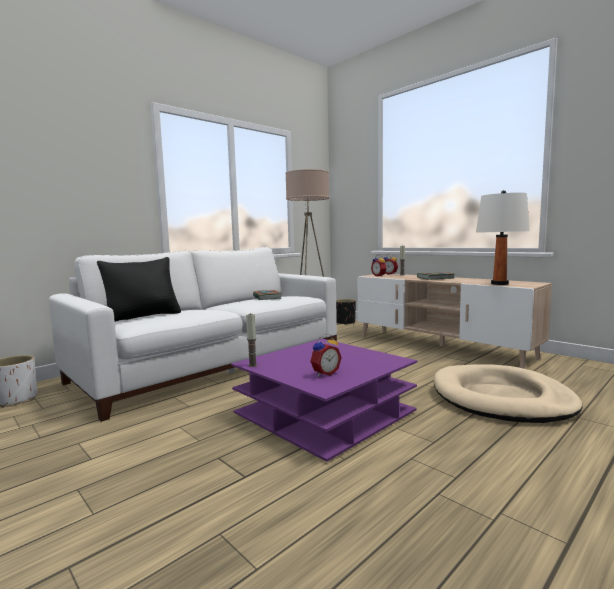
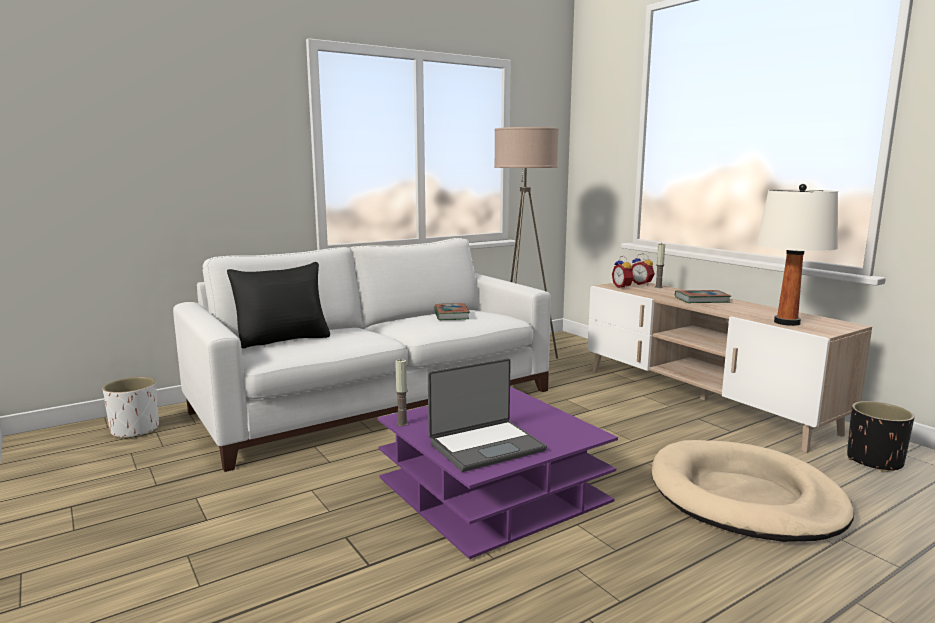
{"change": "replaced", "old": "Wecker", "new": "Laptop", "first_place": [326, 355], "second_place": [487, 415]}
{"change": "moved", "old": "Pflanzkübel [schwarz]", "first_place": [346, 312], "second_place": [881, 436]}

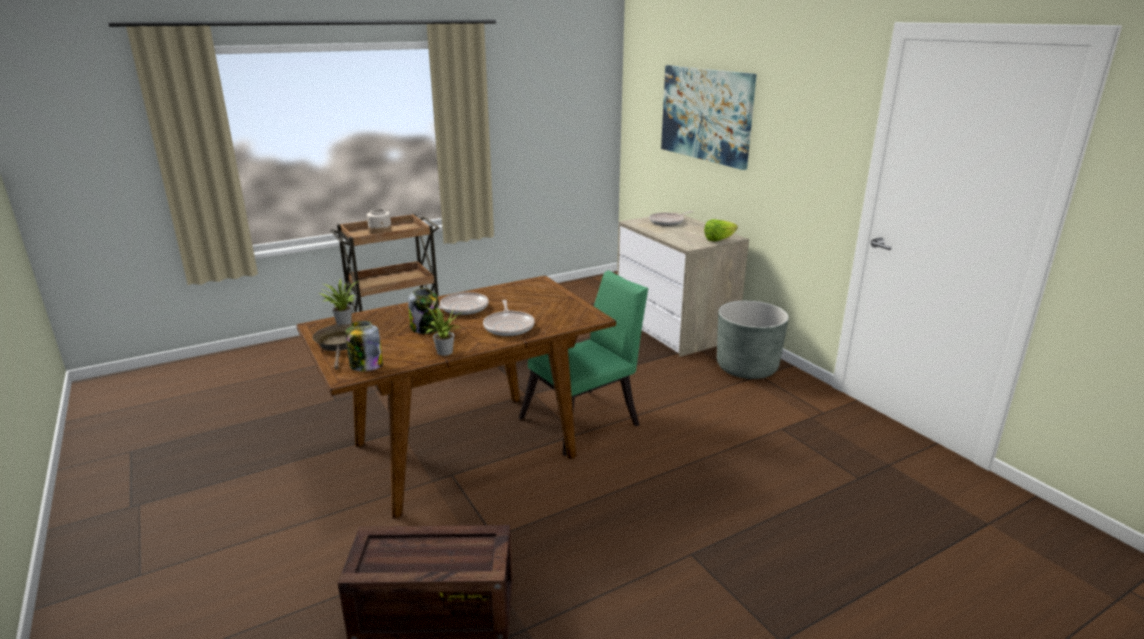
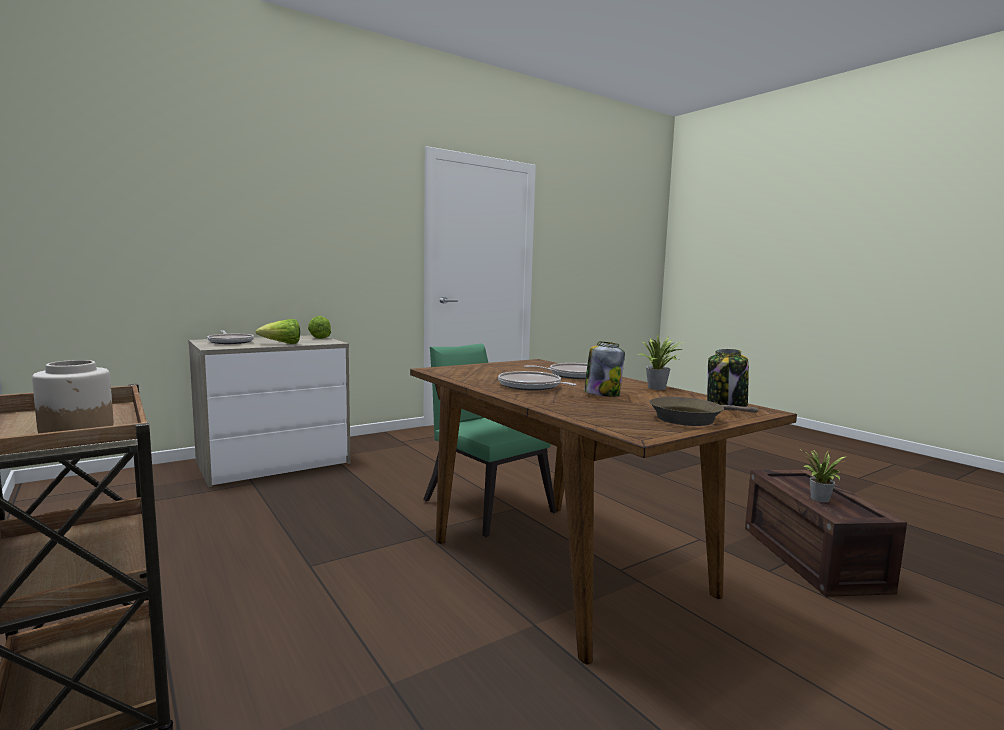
{"change": "added", "new": "Salatkopf", "second_place": [278, 331]}
{"change": "moved", "old": "Topfpflanze", "first_place": [339, 302], "second_place": [823, 475]}
{"change": "removed", "old": "Bild", "first_place": [709, 117]}
{"change": "removed", "old": "Pflanzkübel [grau]", "first_place": [753, 340]}

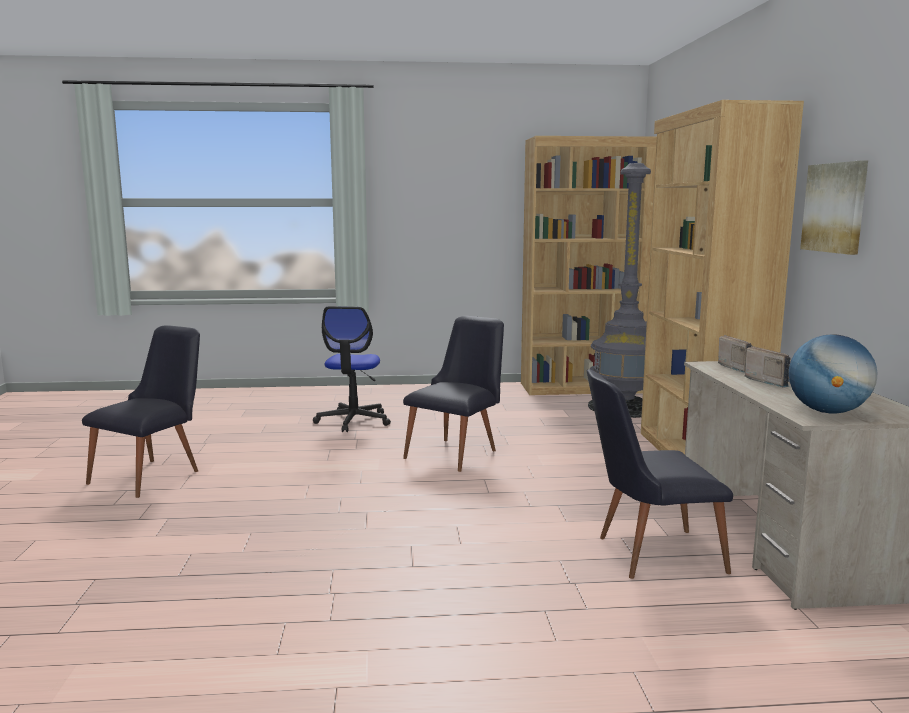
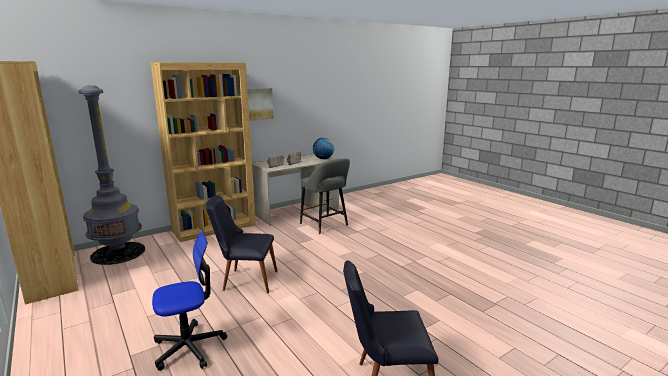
{"change": "replaced", "old": "Stuhl [schwarz]", "new": "Hocker [grau]", "first_place": [660, 474], "second_place": [325, 196]}

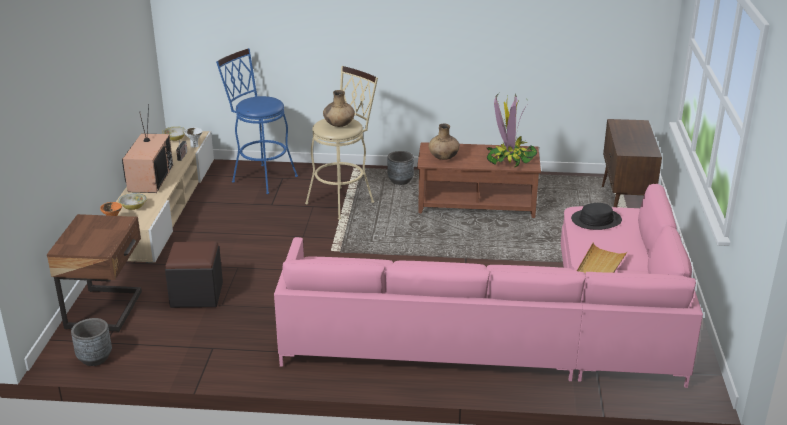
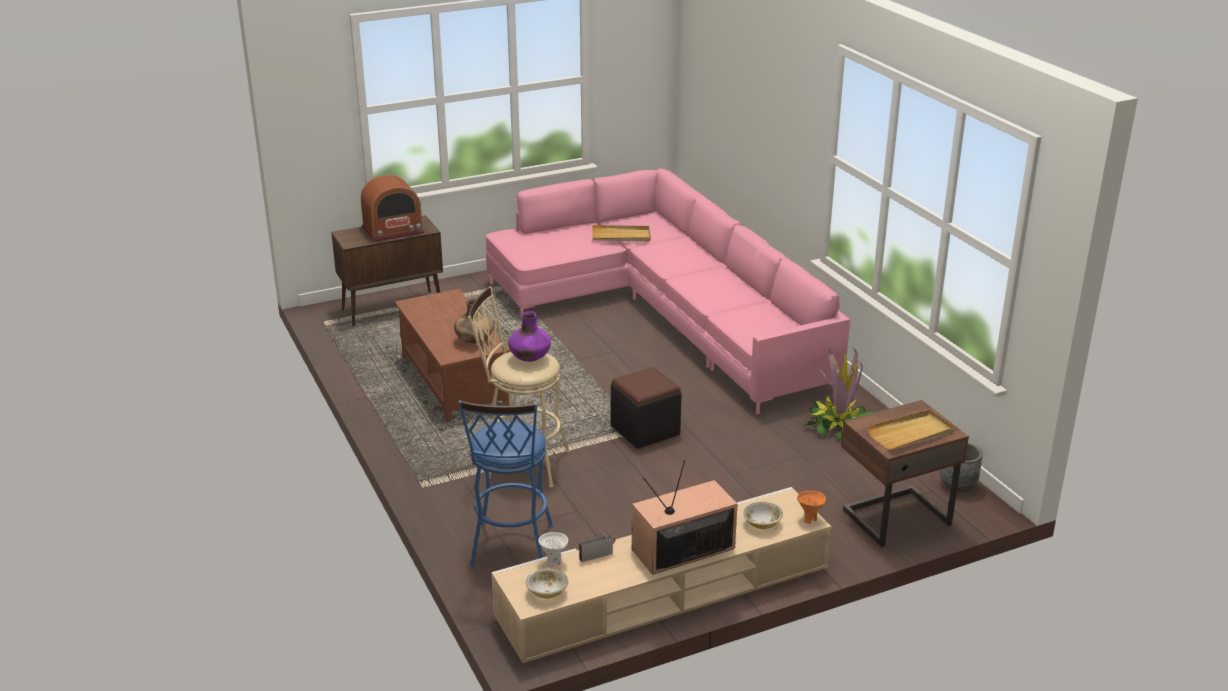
{"change": "added", "new": "Radio", "second_place": [393, 208]}
{"change": "recoloured", "old": "Vase [braun]", "new": "Vase [lila]", "first_place": [339, 108], "second_place": [529, 336]}
{"change": "moved", "old": "Polsterhocker [schwarz]", "first_place": [194, 274], "second_place": [646, 408]}
{"change": "moved", "old": "Topfpflanze", "first_place": [512, 130], "second_place": [839, 393]}
{"change": "added", "new": "Tablett [beige]", "second_place": [910, 430]}
{"change": "removed", "old": "Pflanzkübel [grau]", "first_place": [400, 168]}
{"change": "removed", "old": "Hut [schwarz]", "first_place": [596, 216]}

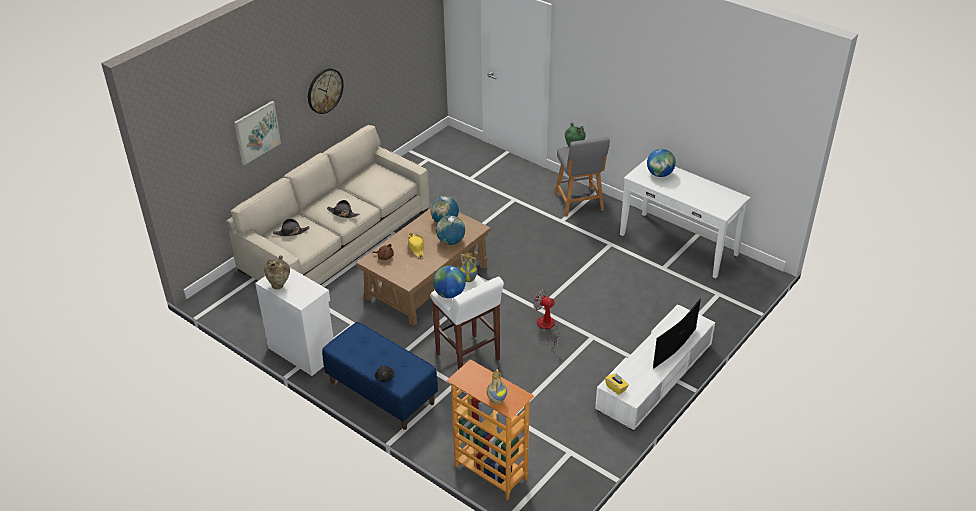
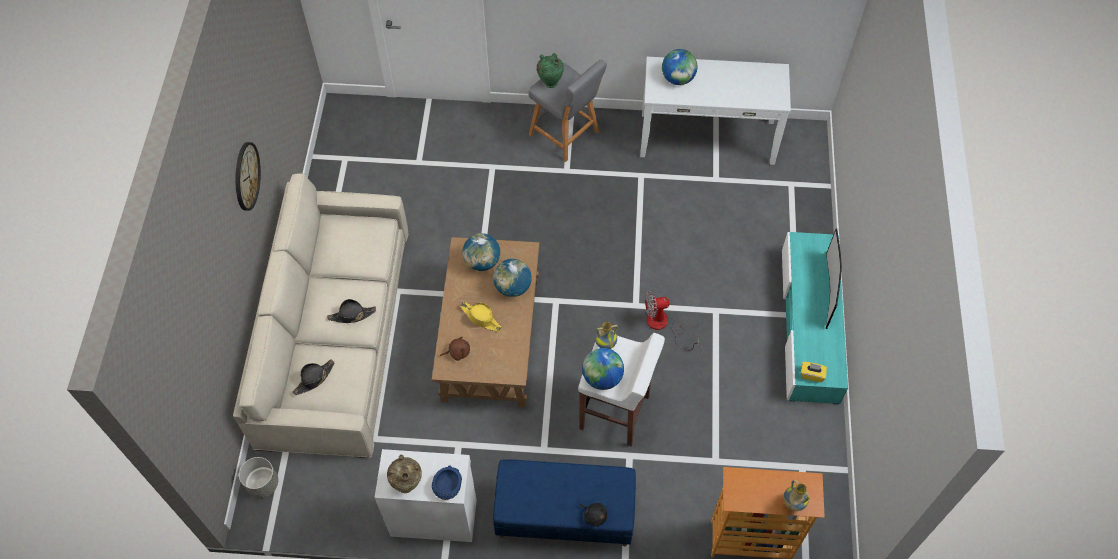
{"change": "added", "new": "Pflanzkübel [grau]", "second_place": [258, 477]}
{"change": "added", "new": "Schüssel [blau]", "second_place": [447, 483]}
{"change": "recoloured", "old": "Fernsehschrank [weiß]", "new": "Fernsehschrank [türkis]", "first_place": [655, 367], "second_place": [815, 318]}
{"change": "removed", "old": "Bild", "first_place": [257, 133]}

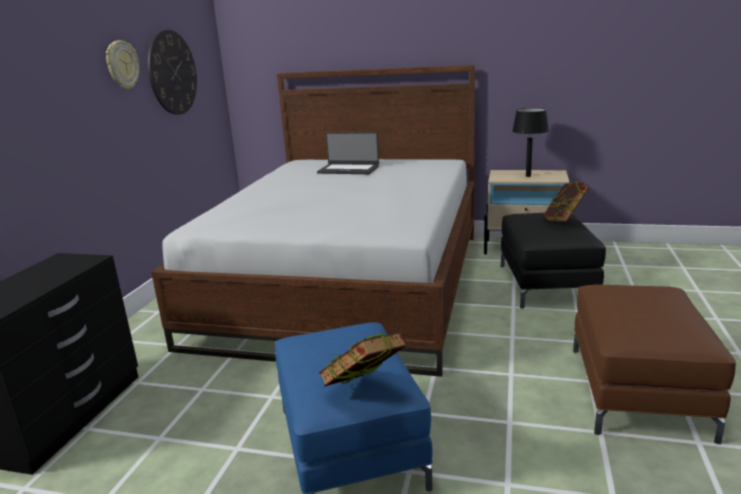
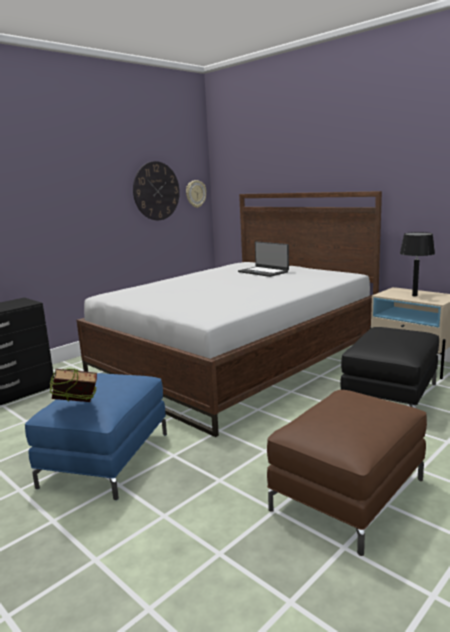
{"change": "moved", "old": "Wanduhr", "first_place": [122, 64], "second_place": [196, 194]}
{"change": "removed", "old": "Buch", "first_place": [566, 201]}

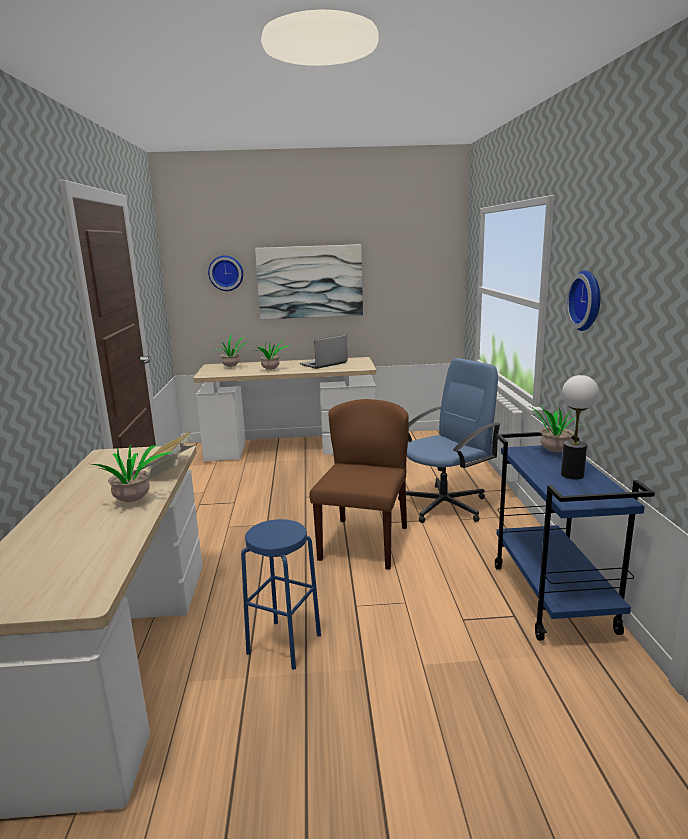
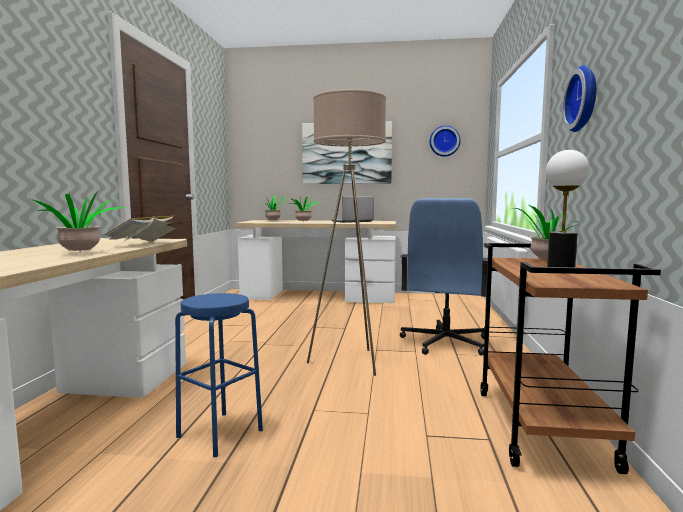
{"change": "replaced", "old": "Stuhl [braun]", "new": "Stehlampe [beige]", "first_place": [359, 484], "second_place": [346, 232]}
{"change": "turned", "old": "Bürostuhl [blau]", "first_place": [449, 440], "second_place": [444, 276], "degrees": 135}
{"change": "moved", "old": "Wanduhr", "first_place": [225, 273], "second_place": [445, 141]}
{"change": "recoloured", "old": "Rollwagen [blau]", "new": "Rollwagen [braun]", "first_place": [575, 536], "second_place": [570, 358]}

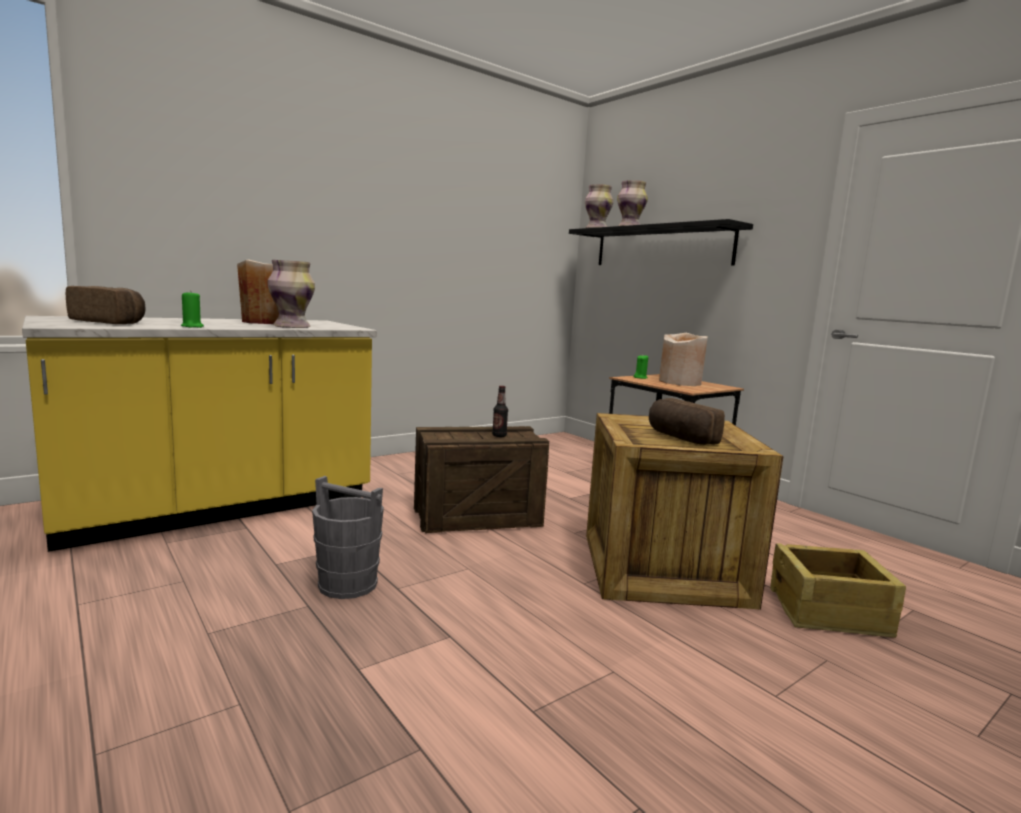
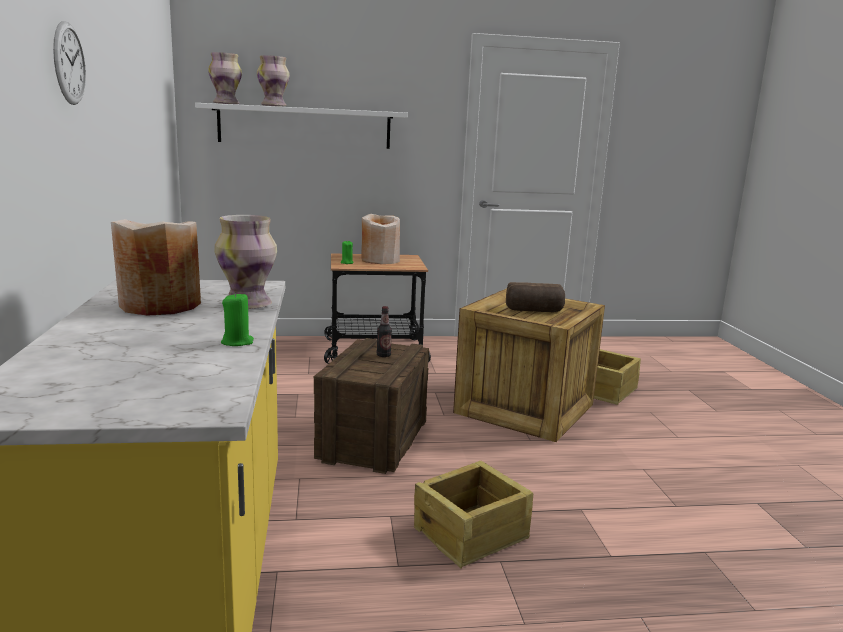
{"change": "added", "new": "Wanduhr", "second_place": [69, 63]}
{"change": "recoloured", "old": "Wandregal [schwarz]", "new": "Wandregal [weiß]", "first_place": [661, 242], "second_place": [301, 126]}
{"change": "replaced", "old": "Eimer [grau]", "new": "Kiste", "first_place": [348, 537], "second_place": [473, 515]}
{"change": "removed", "old": "Brot", "first_place": [106, 305]}

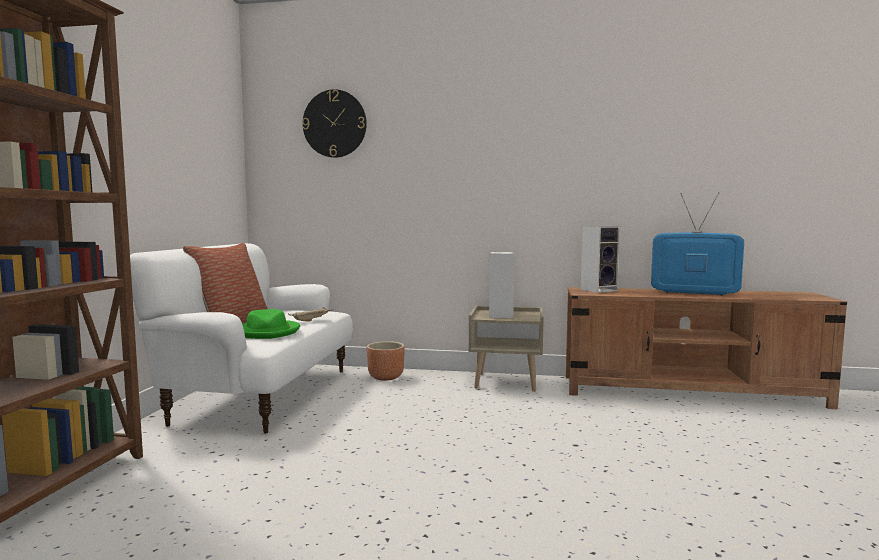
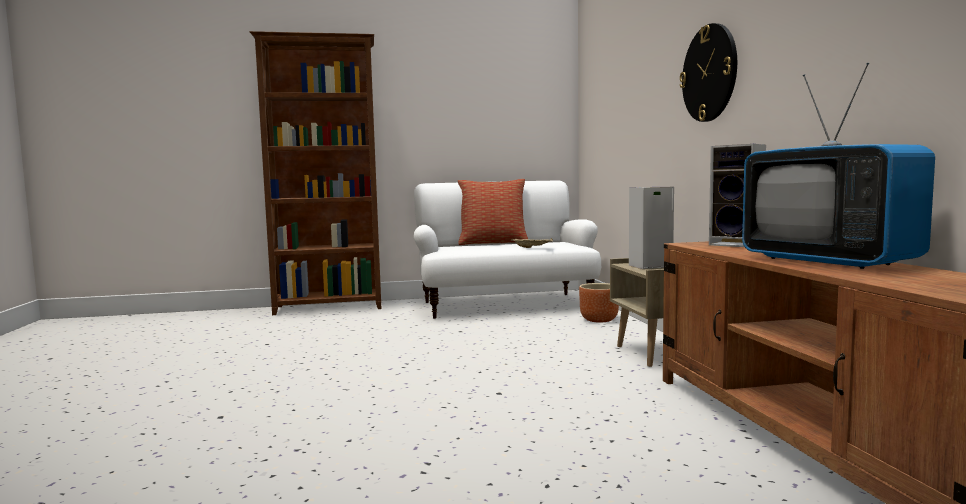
{"change": "moved", "old": "Wanduhr", "first_place": [334, 123], "second_place": [708, 72]}
{"change": "turned", "old": "Fernseher", "first_place": [697, 244], "second_place": [838, 166], "degrees": 150}
{"change": "removed", "old": "Hut [grün]", "first_place": [271, 324]}

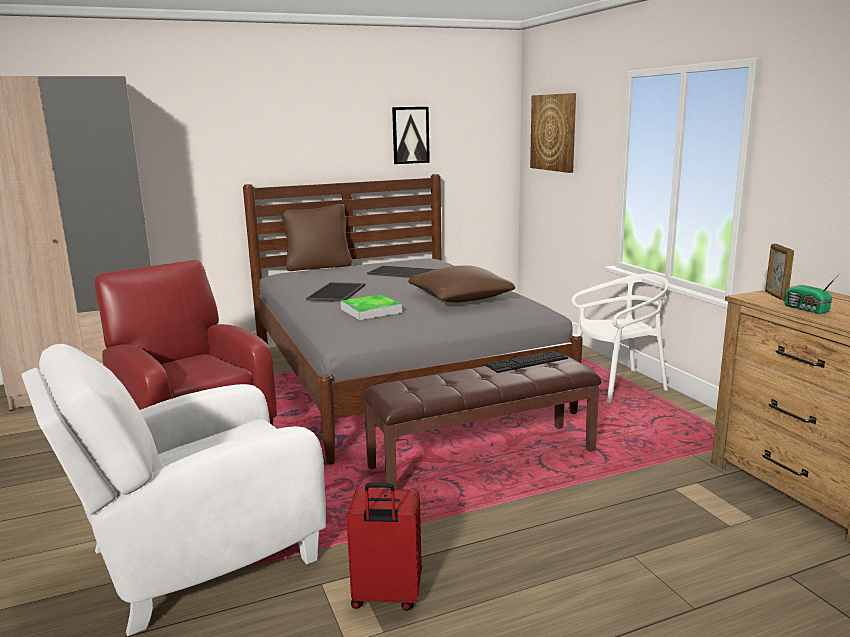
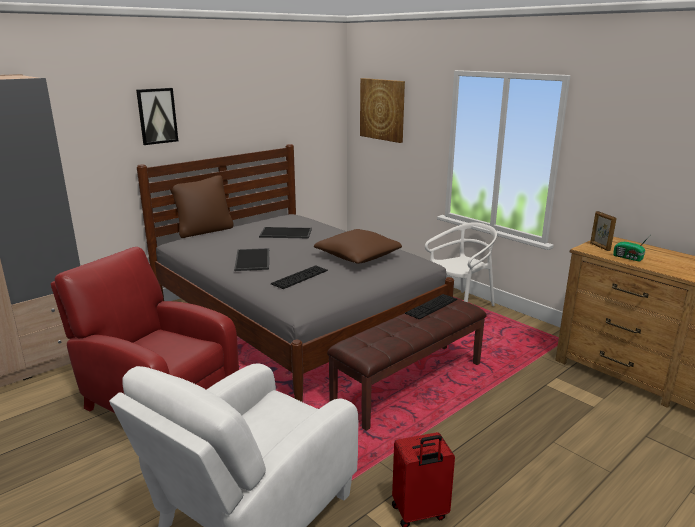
{"change": "moved", "old": "Bild", "first_place": [411, 135], "second_place": [157, 116]}
{"change": "replaced", "old": "Tablett", "new": "Tastatur", "first_place": [371, 307], "second_place": [299, 277]}

